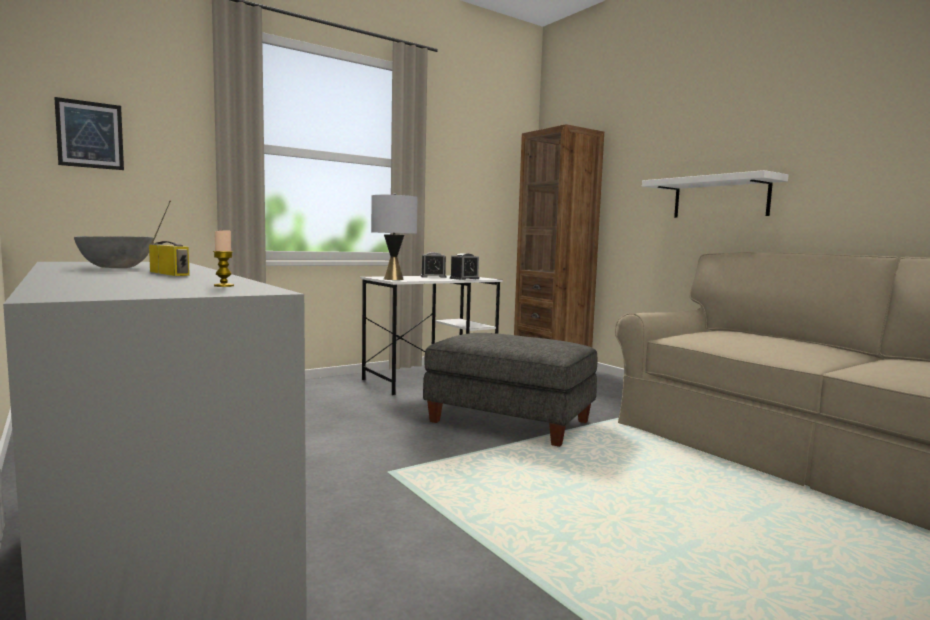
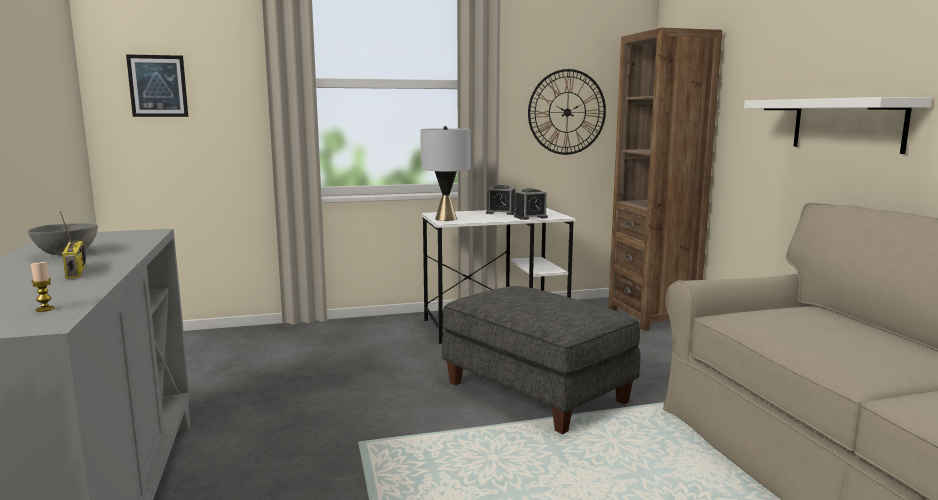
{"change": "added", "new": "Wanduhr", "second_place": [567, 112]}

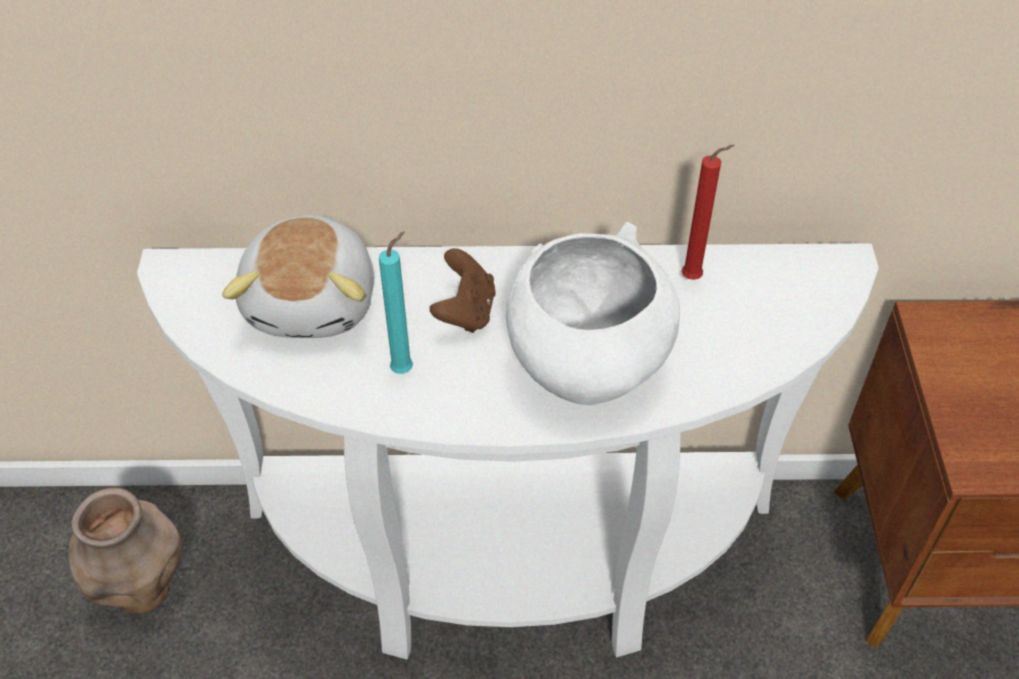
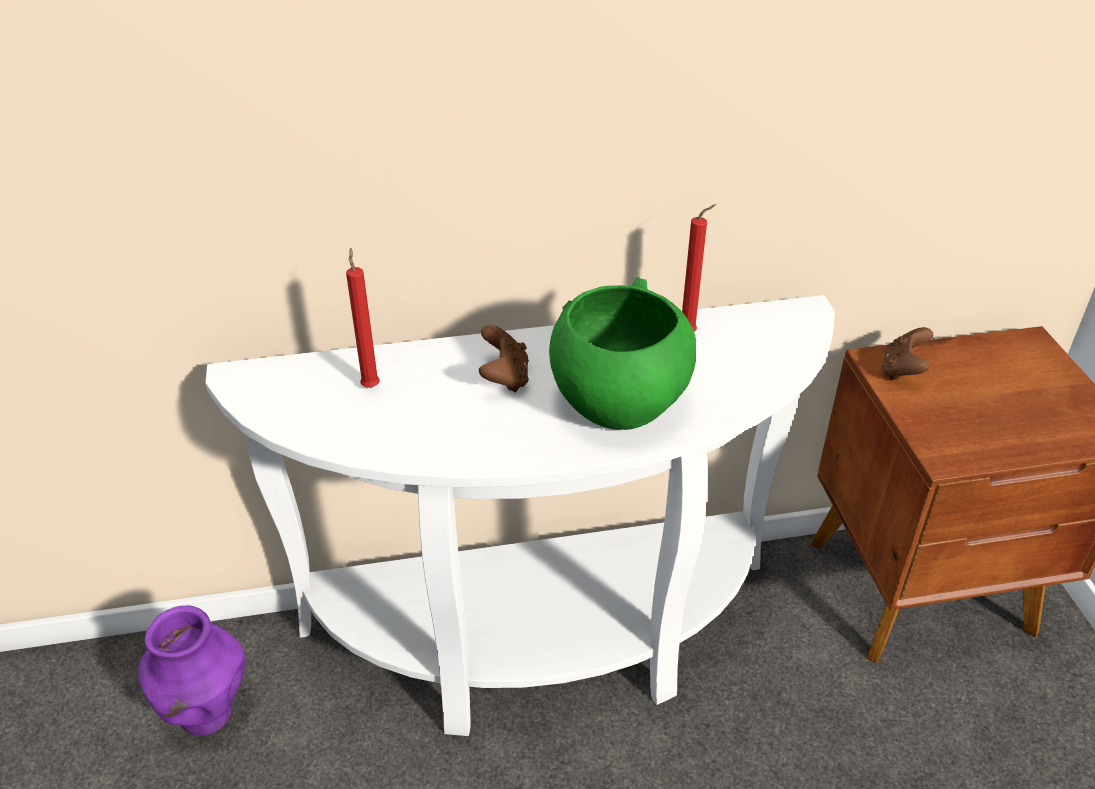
{"change": "recoloured", "old": "Vase [braun]", "new": "Vase [lila]", "first_place": [125, 550], "second_place": [191, 671]}
{"change": "replaced", "old": "Plüschtier", "new": "Kerze [rot]", "first_place": [298, 276], "second_place": [363, 318]}
{"change": "recoloured", "old": "Schüssel [weiß]", "new": "Schüssel [grün]", "first_place": [593, 313], "second_place": [622, 353]}
{"change": "added", "new": "Gamepad [braun]", "second_place": [907, 354]}
{"change": "removed", "old": "Kerze [türkis]", "first_place": [396, 302]}

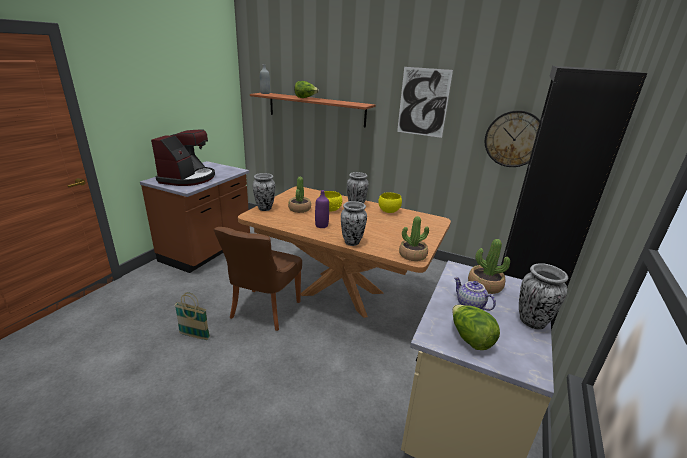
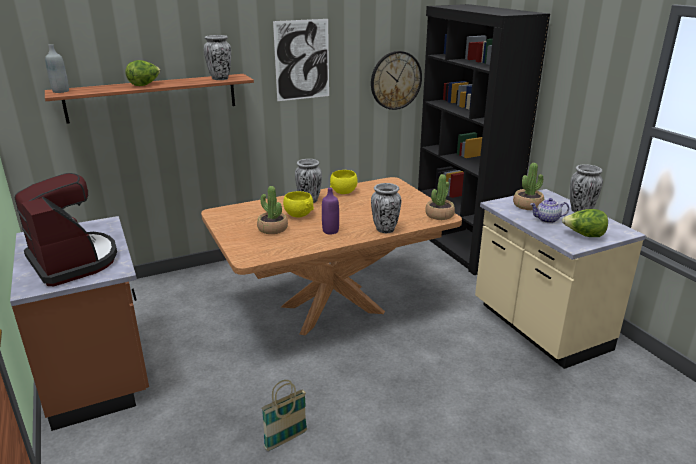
{"change": "moved", "old": "Vase", "first_place": [264, 192], "second_place": [217, 57]}
{"change": "removed", "old": "Stuhl [braun]", "first_place": [258, 279]}

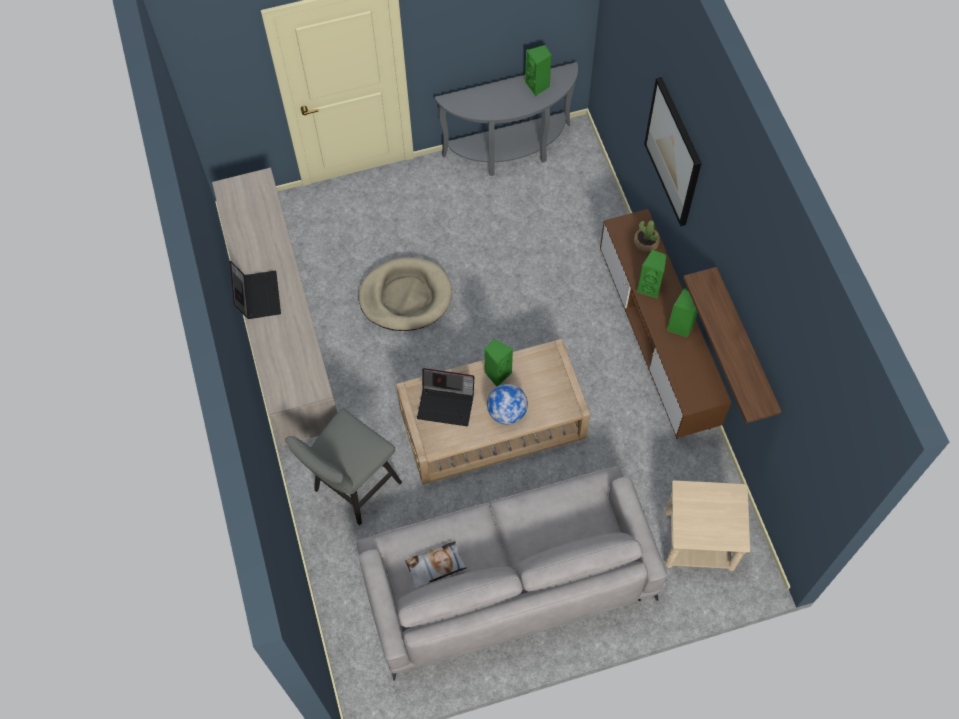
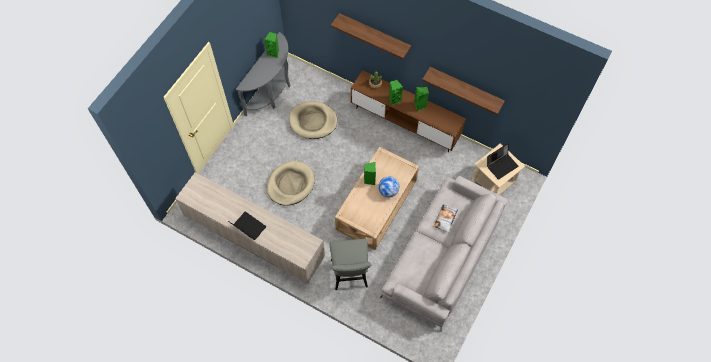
{"change": "added", "new": "Hundebett [beige]", "second_place": [313, 120]}
{"change": "replaced", "old": "Bild", "new": "Wandregal", "first_place": [672, 151], "second_place": [371, 36]}
{"change": "moved", "old": "Kissen", "first_place": [436, 565], "second_place": [445, 218]}
{"change": "moved", "old": "Laptop", "first_place": [445, 397], "second_place": [503, 161]}

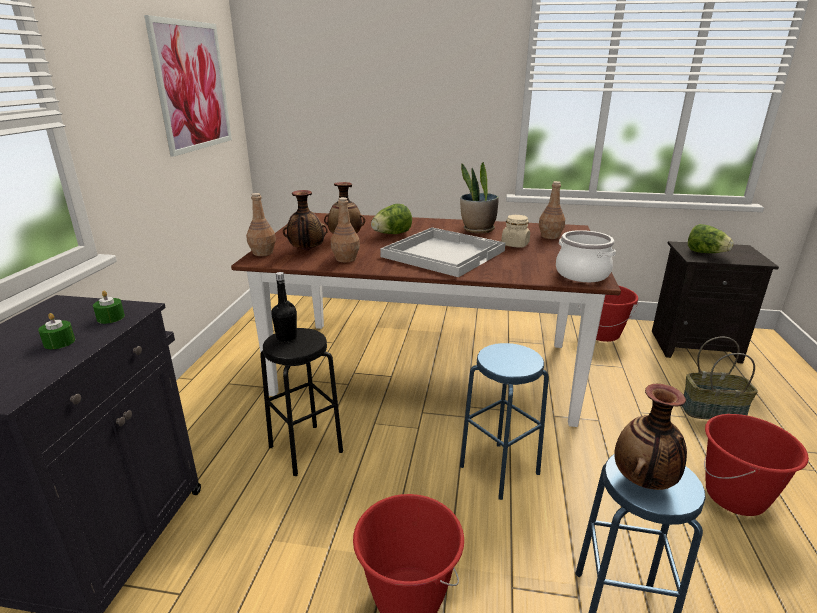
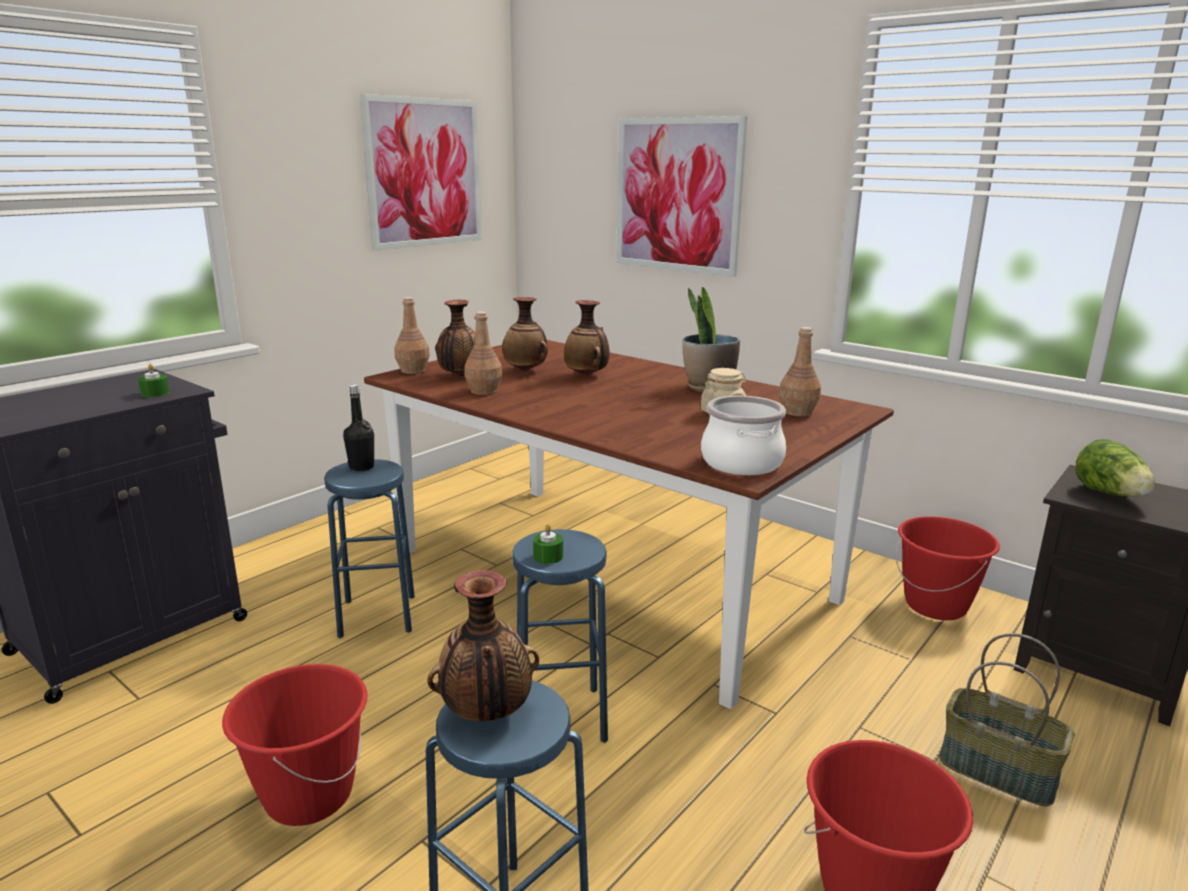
{"change": "recoloured", "old": "Hocker [schwarz]", "new": "Hocker [blau]", "first_place": [301, 402], "second_place": [369, 548]}
{"change": "moved", "old": "Kerze [grün]", "first_place": [56, 331], "second_place": [548, 544]}
{"change": "replaced", "old": "Salatkopf", "new": "Vase", "first_place": [391, 219], "second_place": [587, 338]}
{"change": "added", "new": "Bild", "second_place": [681, 196]}
{"change": "removed", "old": "Tablett [weiß]", "first_place": [442, 252]}

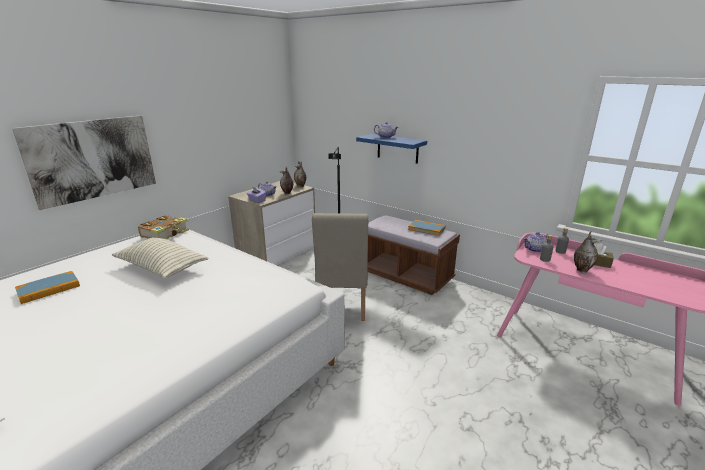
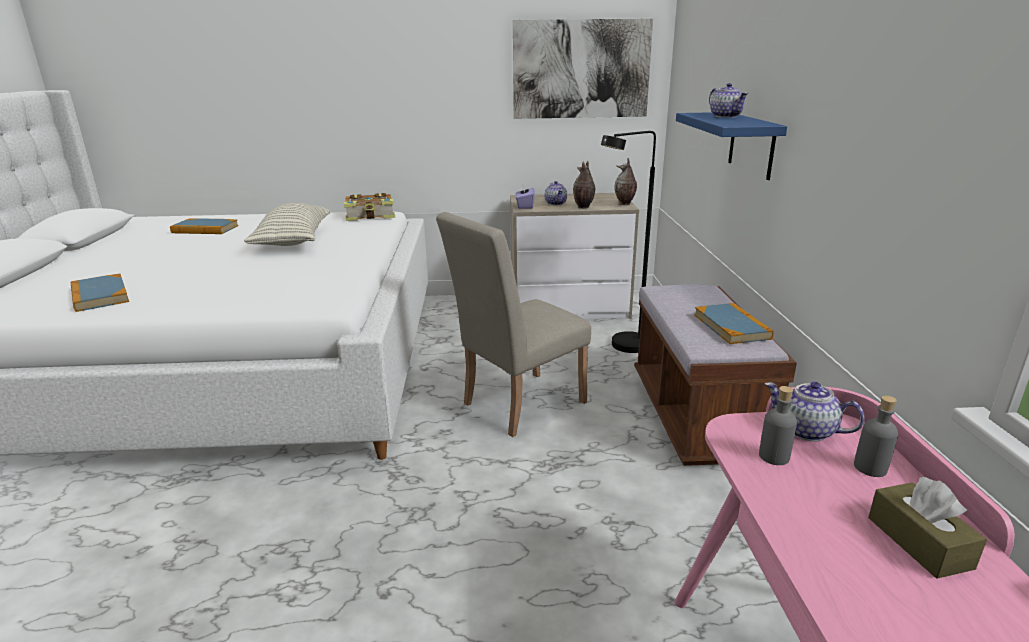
{"change": "added", "new": "Buch", "second_place": [100, 292]}
{"change": "moved", "old": "Bild", "first_place": [84, 162], "second_place": [583, 69]}
{"change": "removed", "old": "Vase", "first_place": [587, 252]}

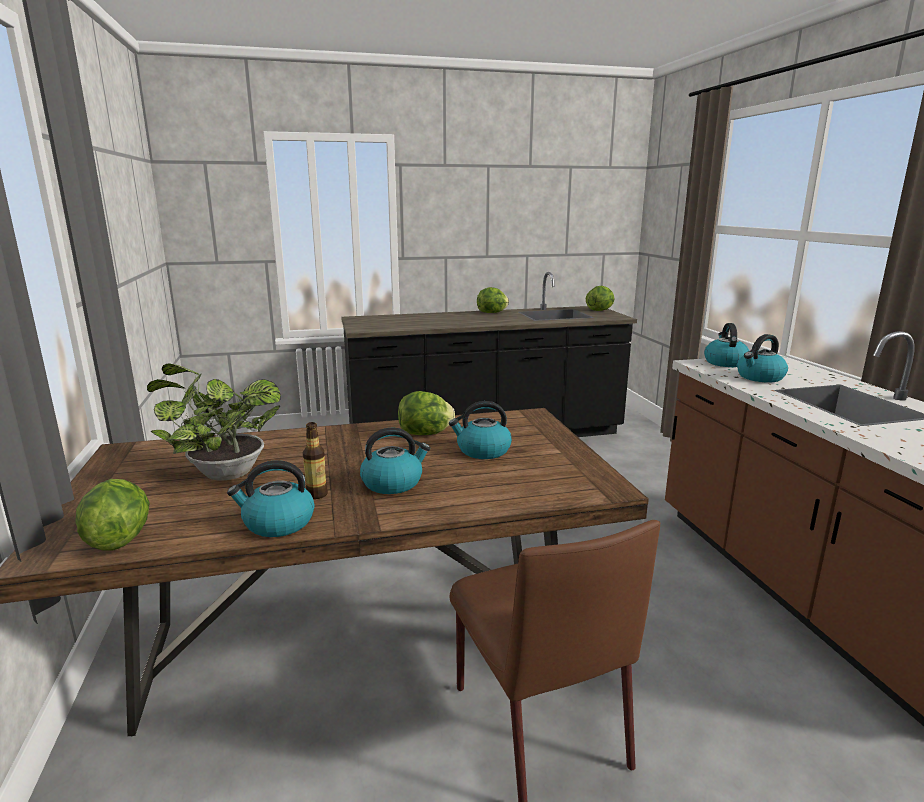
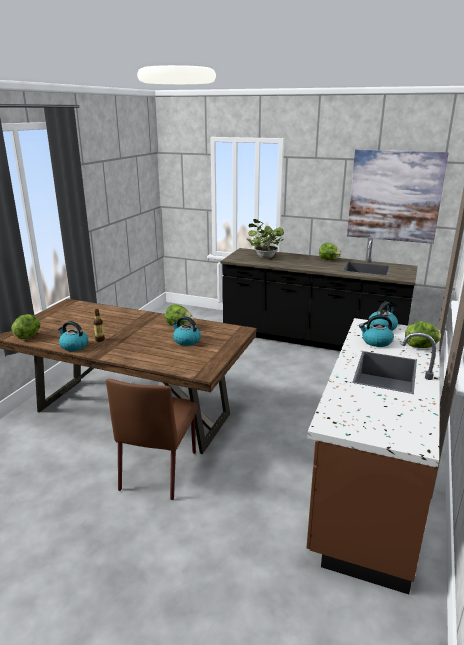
{"change": "moved", "old": "Topfpflanze", "first_place": [214, 422], "second_place": [265, 238]}
{"change": "added", "new": "Bild", "second_place": [398, 197]}
{"change": "moved", "old": "Salatkopf", "first_place": [600, 298], "second_place": [423, 334]}
{"change": "removed", "old": "Wasserkessel", "first_place": [395, 461]}

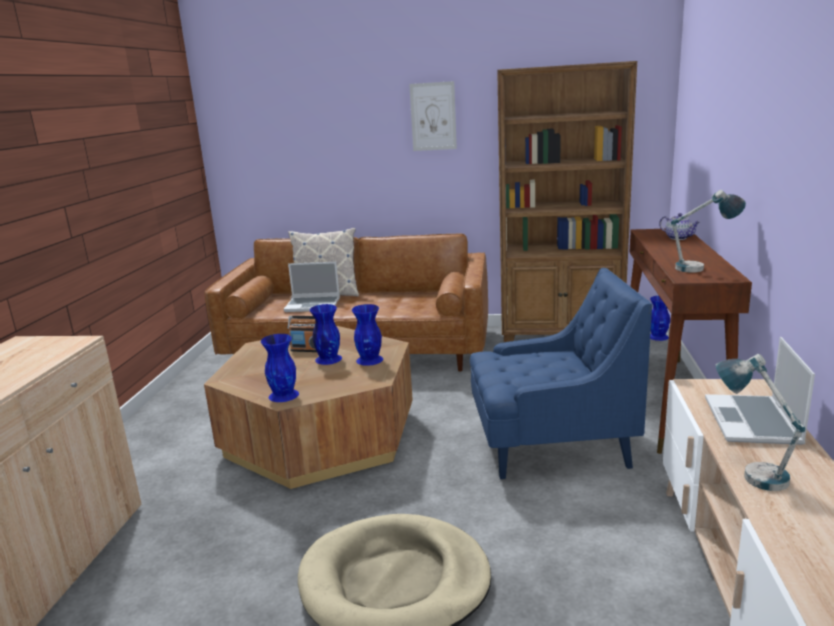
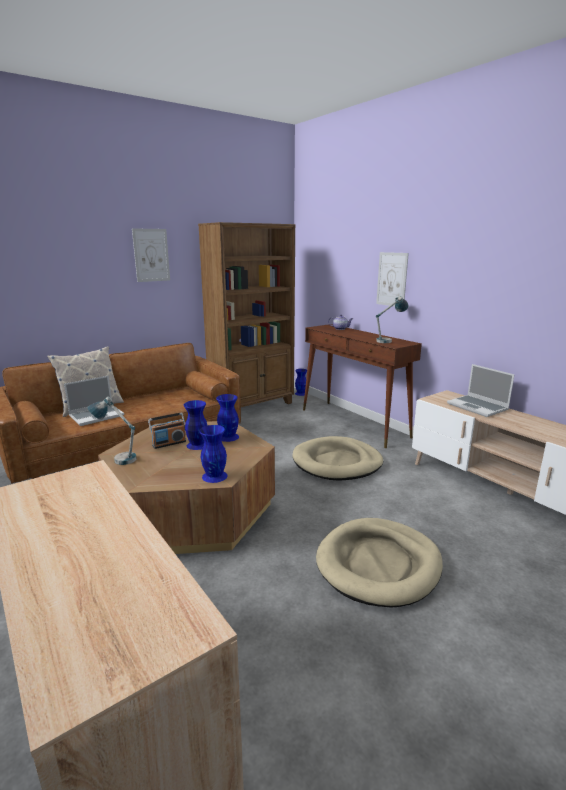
{"change": "moved", "old": "Tischlampe", "first_place": [760, 422], "second_place": [111, 431]}
{"change": "replaced", "old": "Sessel [blau]", "new": "Hundebett [beige]", "first_place": [561, 373], "second_place": [337, 458]}
{"change": "added", "new": "Bild", "second_place": [392, 279]}

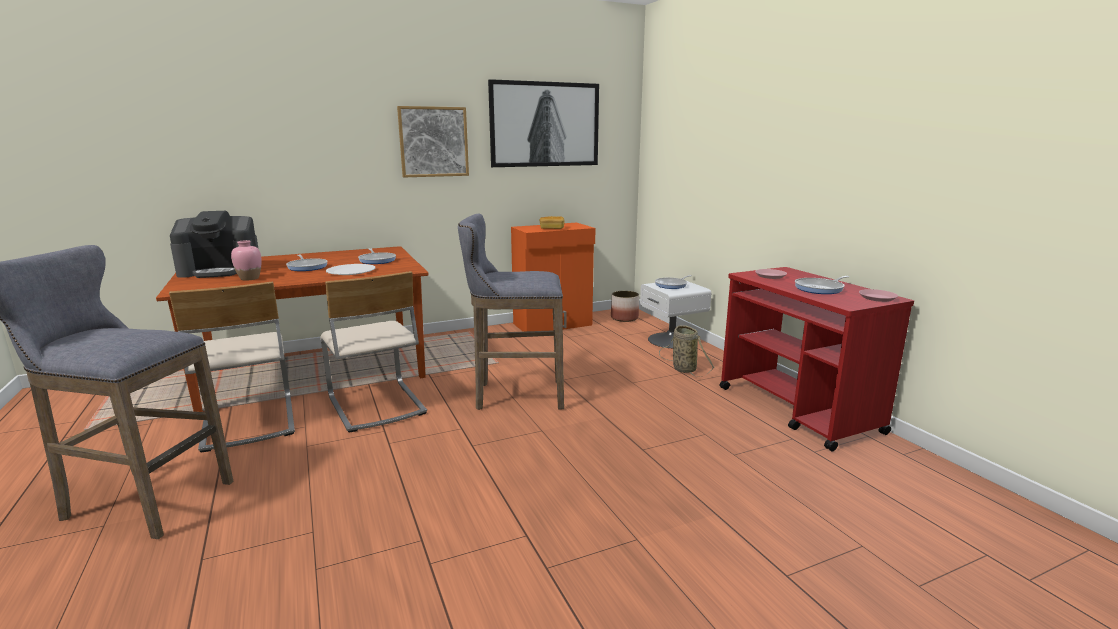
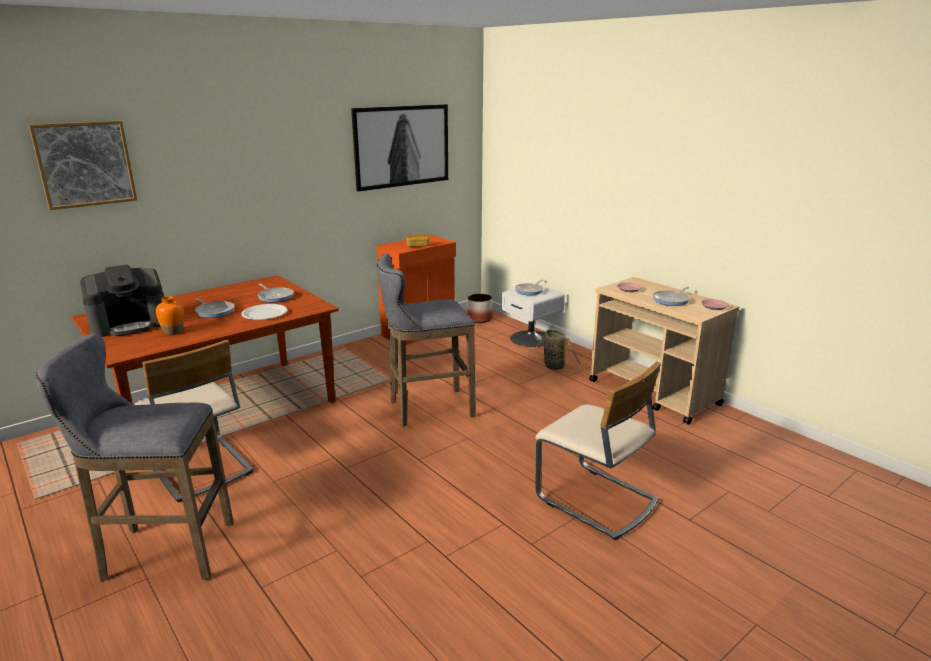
{"change": "moved", "old": "Bild", "first_place": [433, 141], "second_place": [82, 165]}
{"change": "recoloured", "old": "Vase [rosa]", "new": "Vase [orange]", "first_place": [246, 260], "second_place": [170, 315]}
{"change": "moved", "old": "Stuhl [beige]", "first_place": [373, 352], "second_place": [598, 451]}
{"change": "recoloured", "old": "Rollwagen [rot]", "new": "Rollwagen [beige]", "first_place": [816, 359], "second_place": [664, 351]}

